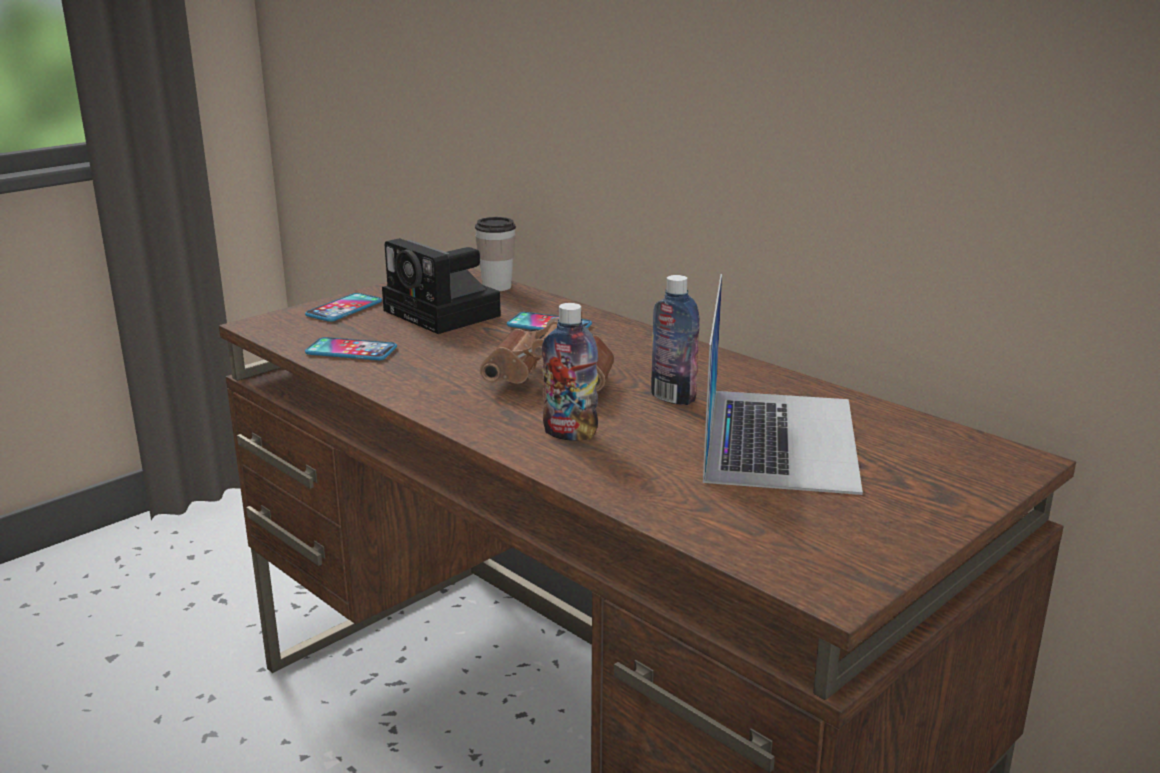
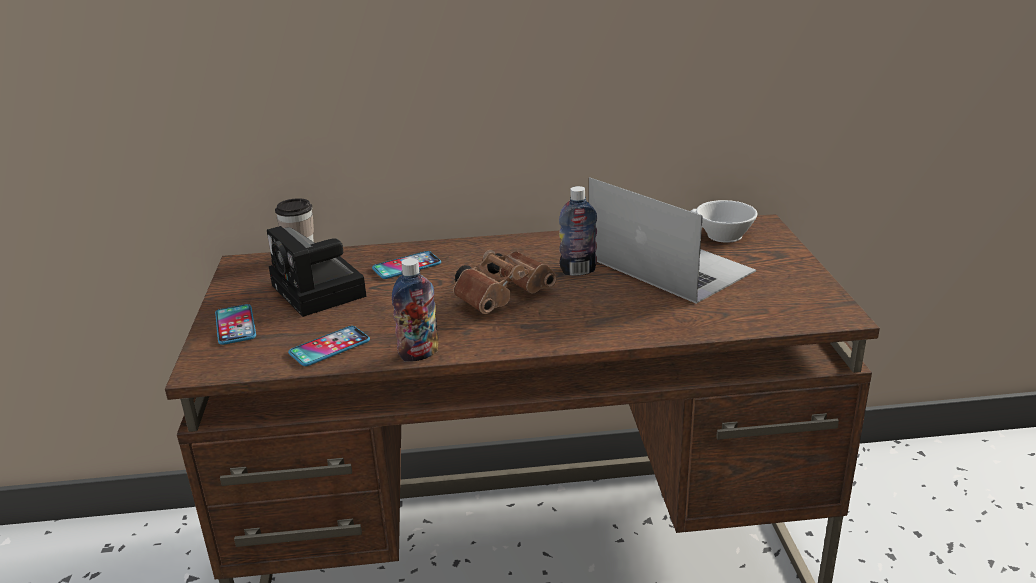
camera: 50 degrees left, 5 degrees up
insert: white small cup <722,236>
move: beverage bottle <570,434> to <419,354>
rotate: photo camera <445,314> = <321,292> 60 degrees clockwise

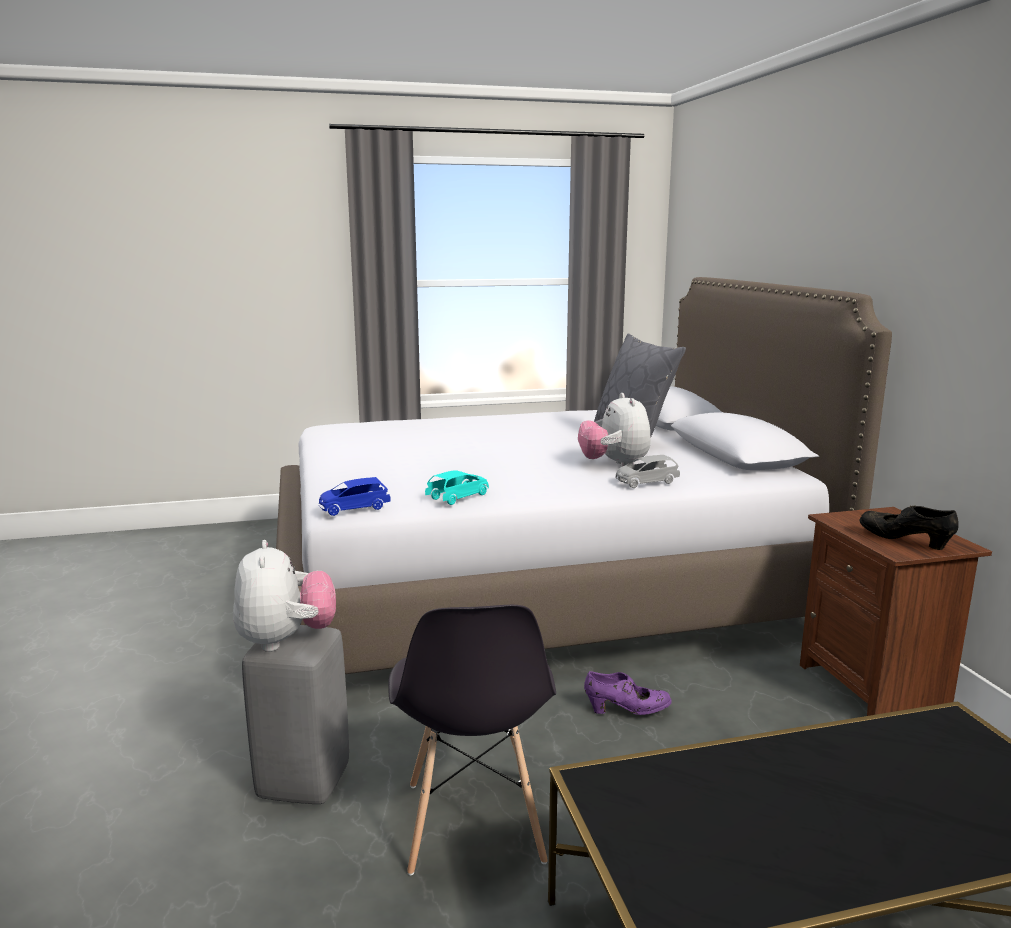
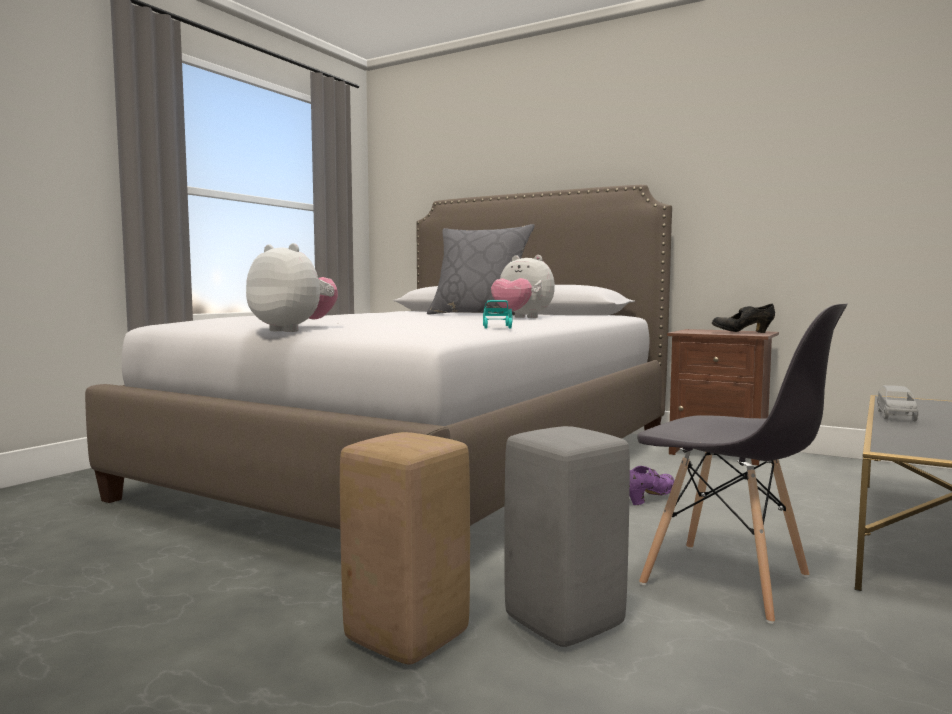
camera: 45 degrees left, 10 degrees down
delete: bluish model car <354,508>
insert: beige stool seat <404,637>
move: gray model car <646,482> to <896,416>; cuddly toy <286,640> to <293,330>

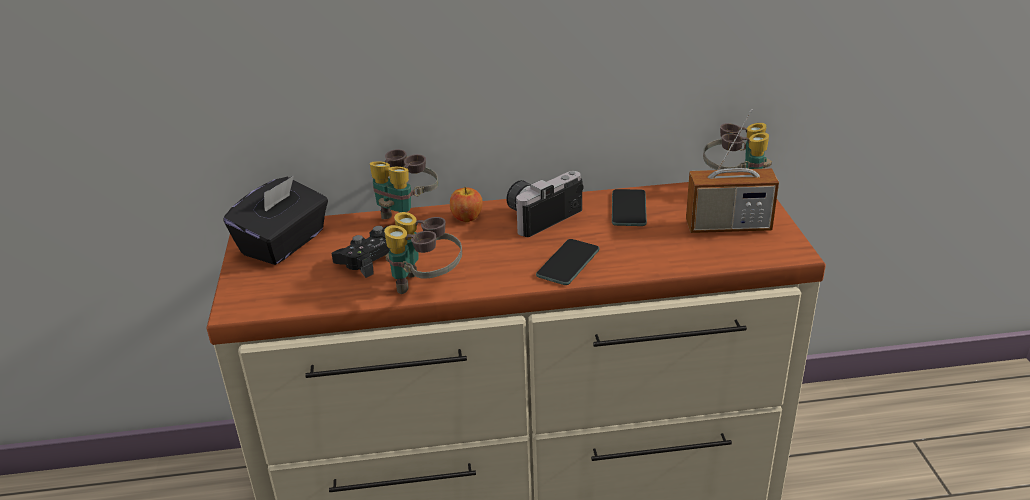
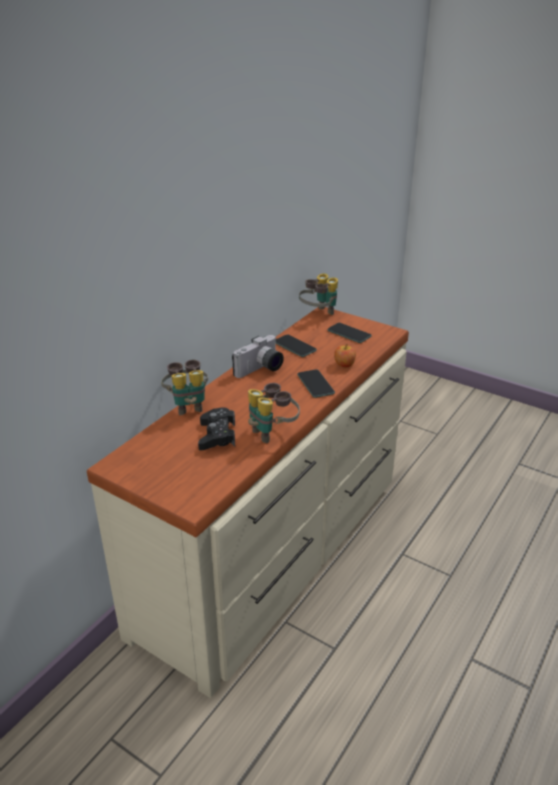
camera: 50 degrees left, 0 degrees up
delete: black box of tissues <284,243>
move: apple fruit <467,217> to <344,364>
replace: radio set <728,226> to telephone <349,333>
rotate: photo camera <541,215> = <261,370> 135 degrees counterclockwise

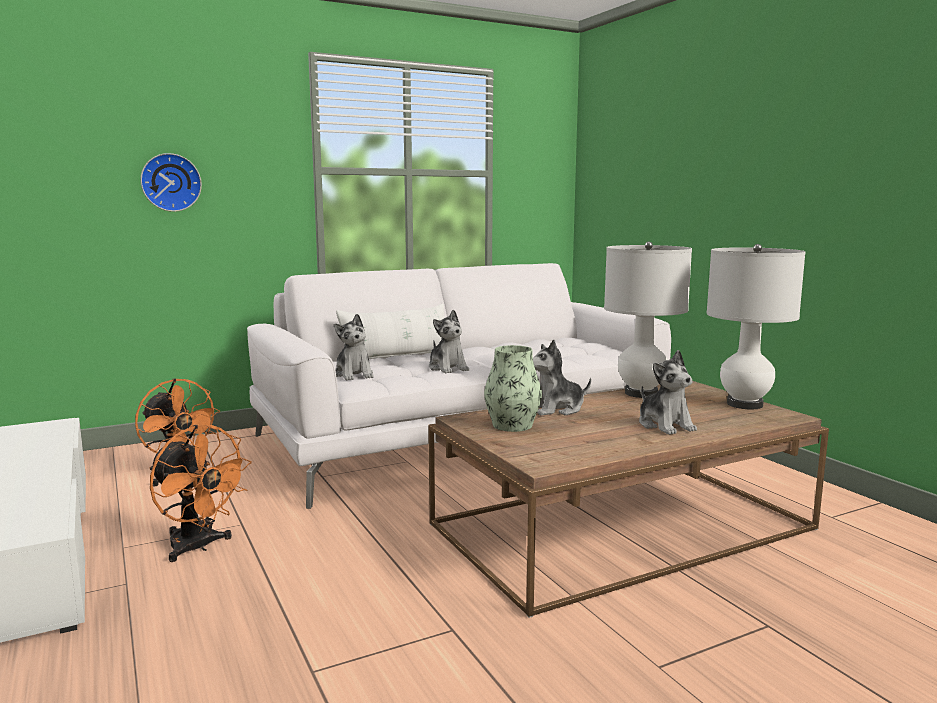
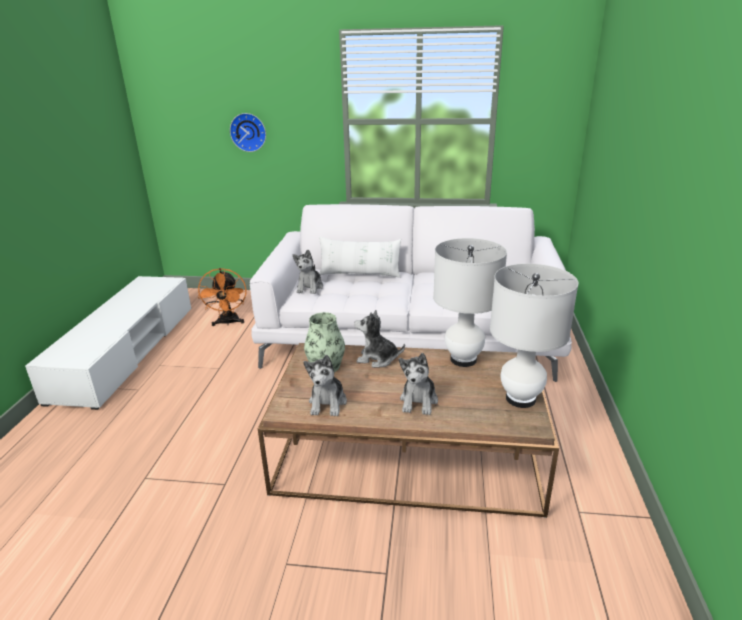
camera: 35 degrees right, 15 degrees up
delete: orangey cooling fan <198,547>
move: cuddly toy <448,368> to <328,403>

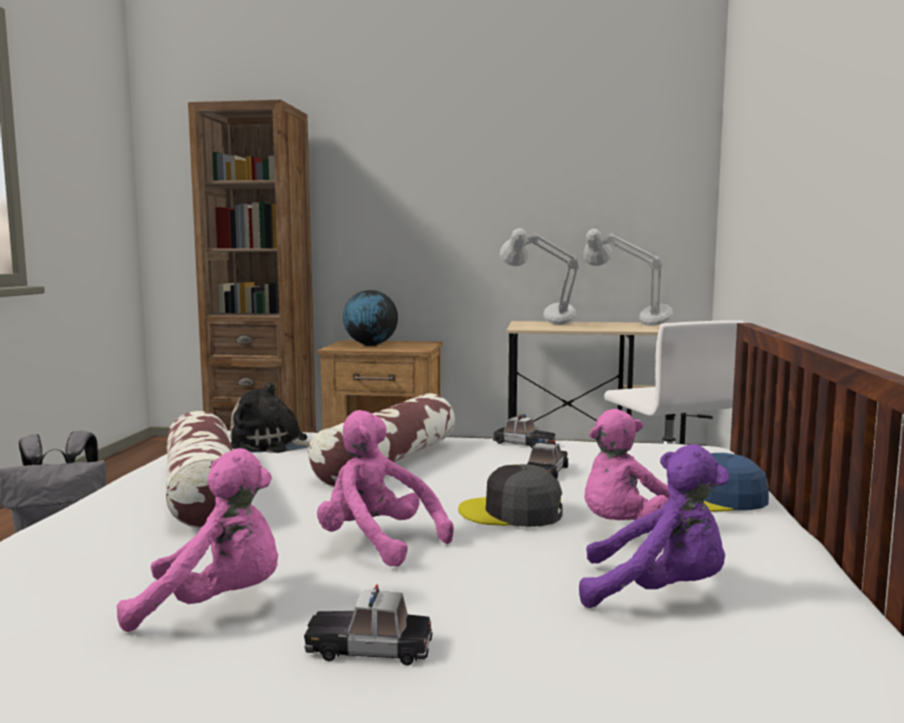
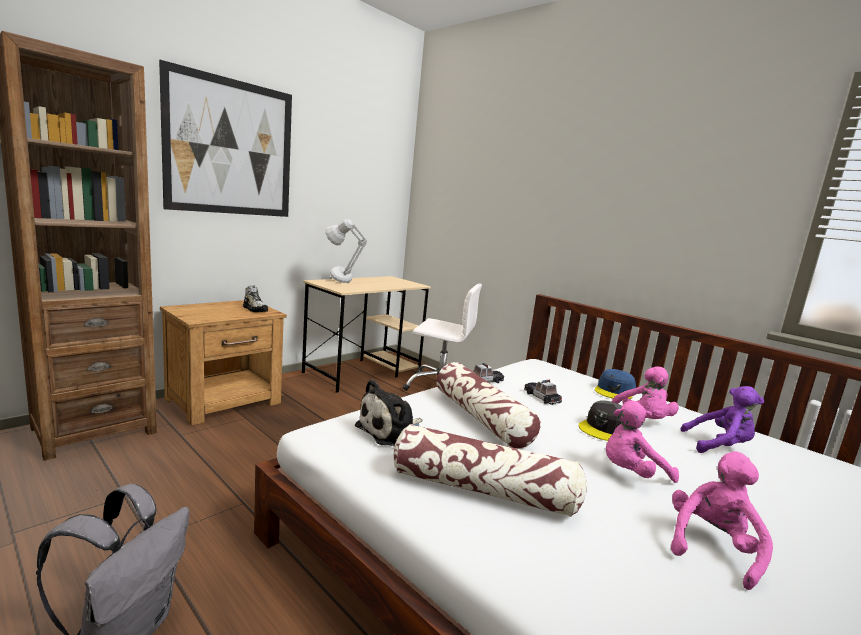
camera: 55 degrees left, 5 degrees up
delete: gray tabletop lamp <629,325>; globe <370,345>; model car <370,646>
insert: picture <231,148>; low shoe <255,309>
rotate: purple-coloured cuddly toy <658,593> = <719,446> 45 degrees clockwise

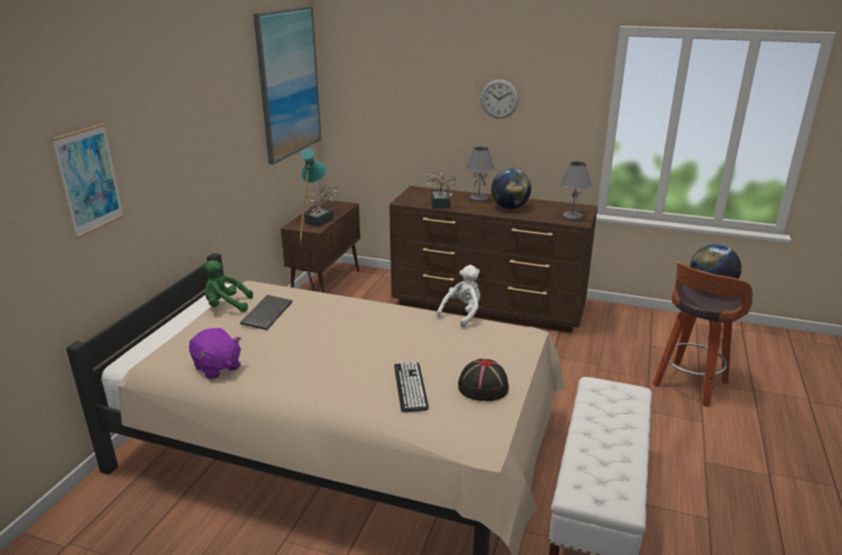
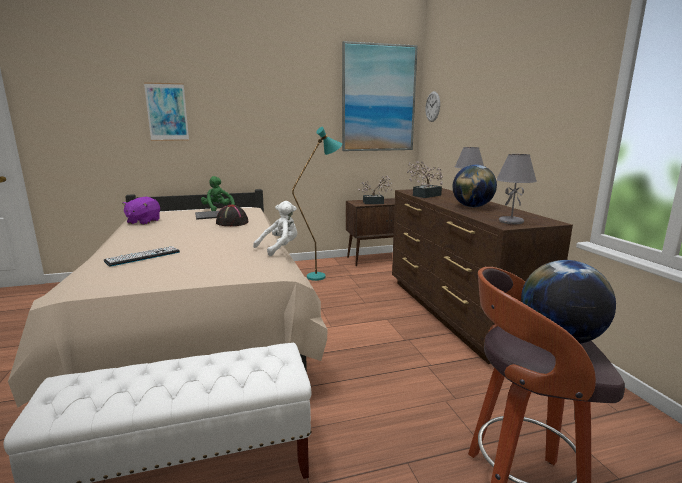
camera: 55 degrees right, 10 degrees down
move: wall clock <499,99> to <432,106>; black wearable hat <482,387> to <232,223>
rotate: white cuddly toy <462,314> = <280,248> 45 degrees counterclockwise

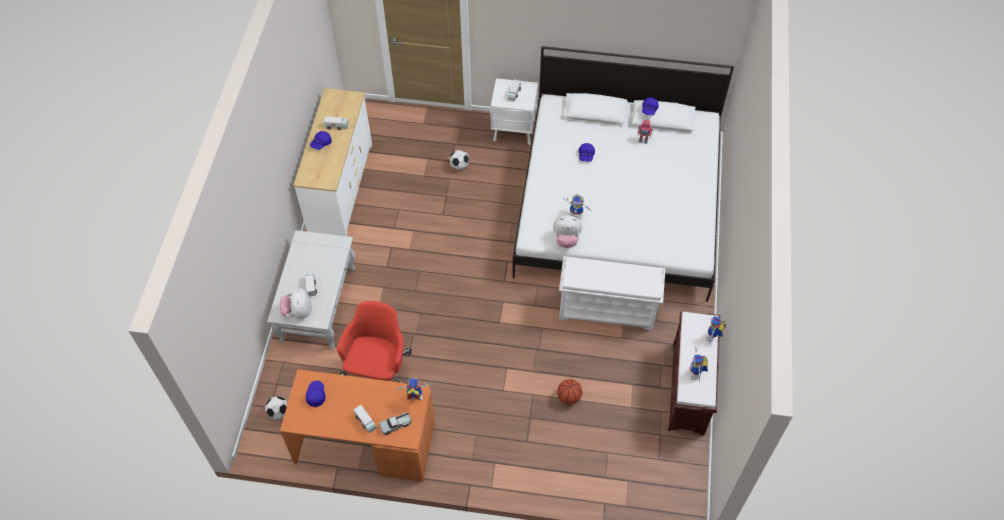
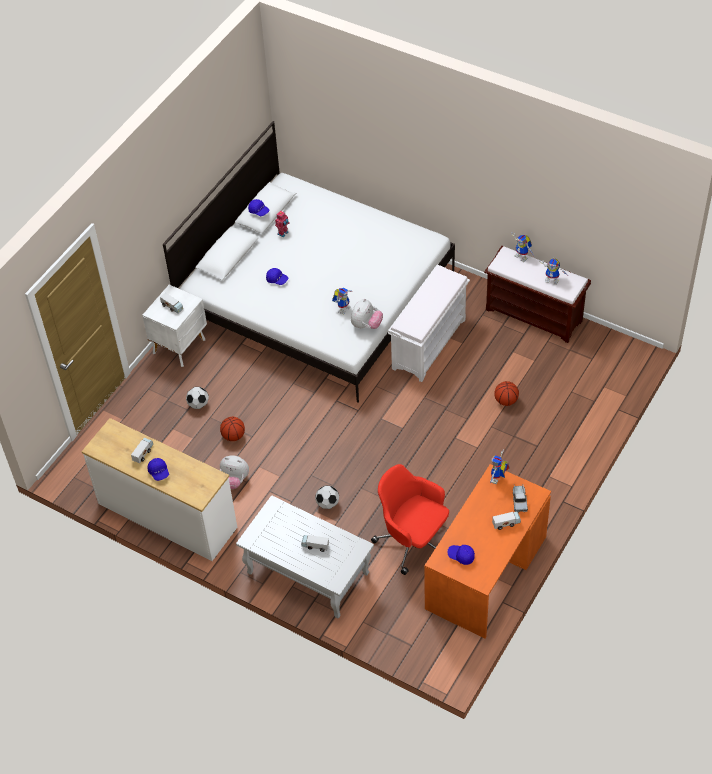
camera: 65 degrees left, 5 degrees down
insert: basketball ball <233,436>
move: cuddly toy <298,312> to <234,480>; football ball <279,413> to <327,503>

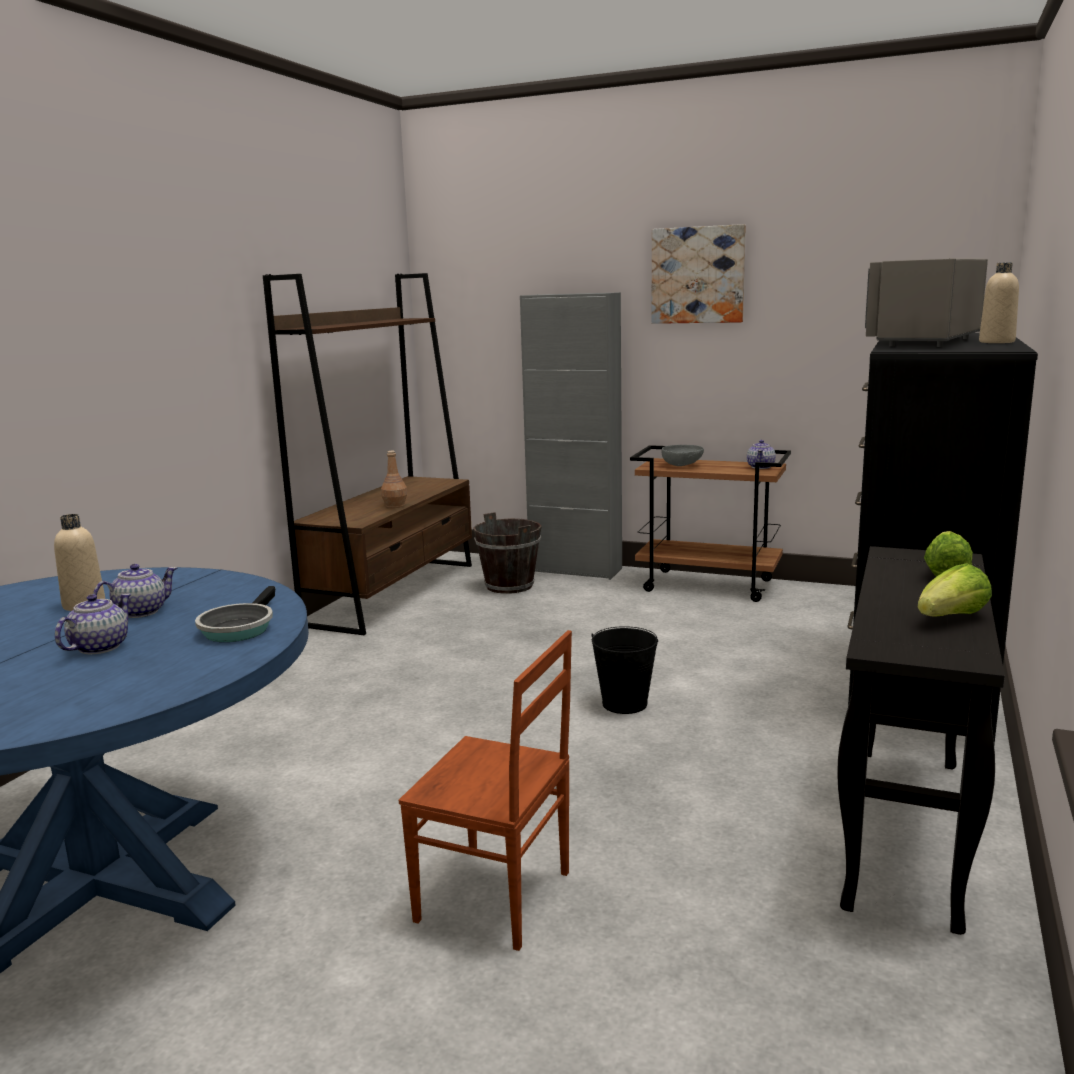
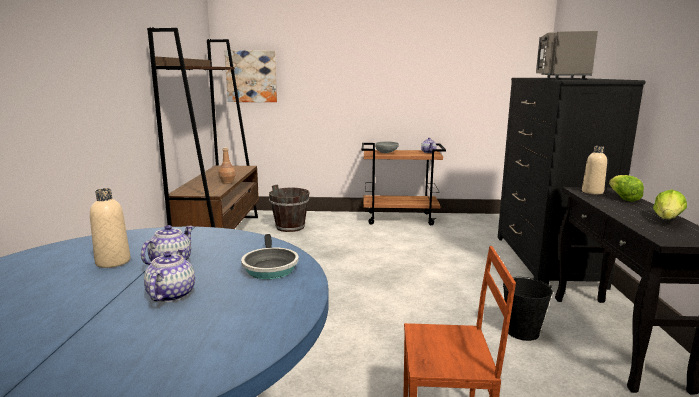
camera: 20 degrees left, 0 degrees up
delete: gray cupboard <575,570>
move: picture <698,275> to <251,76>; beige beverage bottle <996,342> to <592,192>; black bucket <624,704> to <522,332>

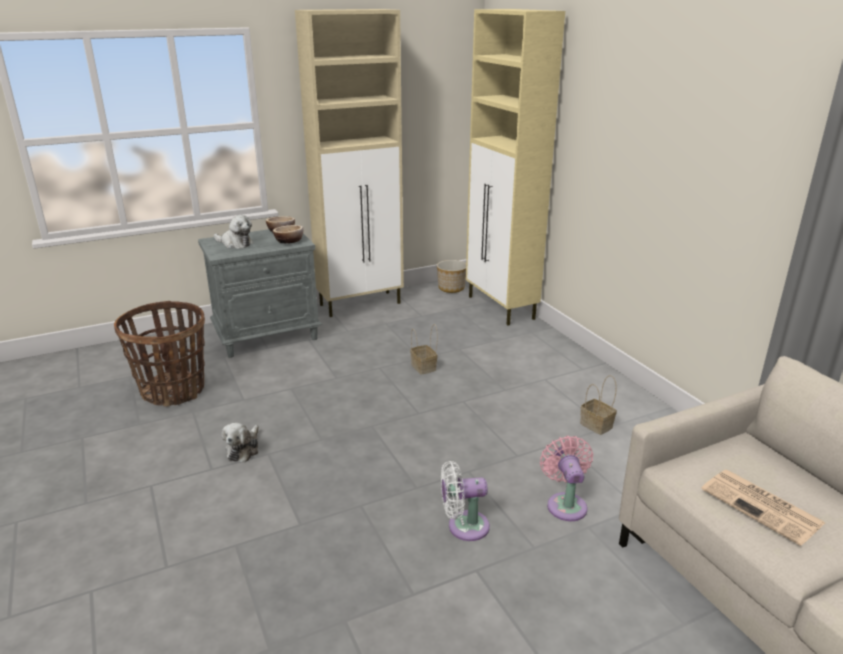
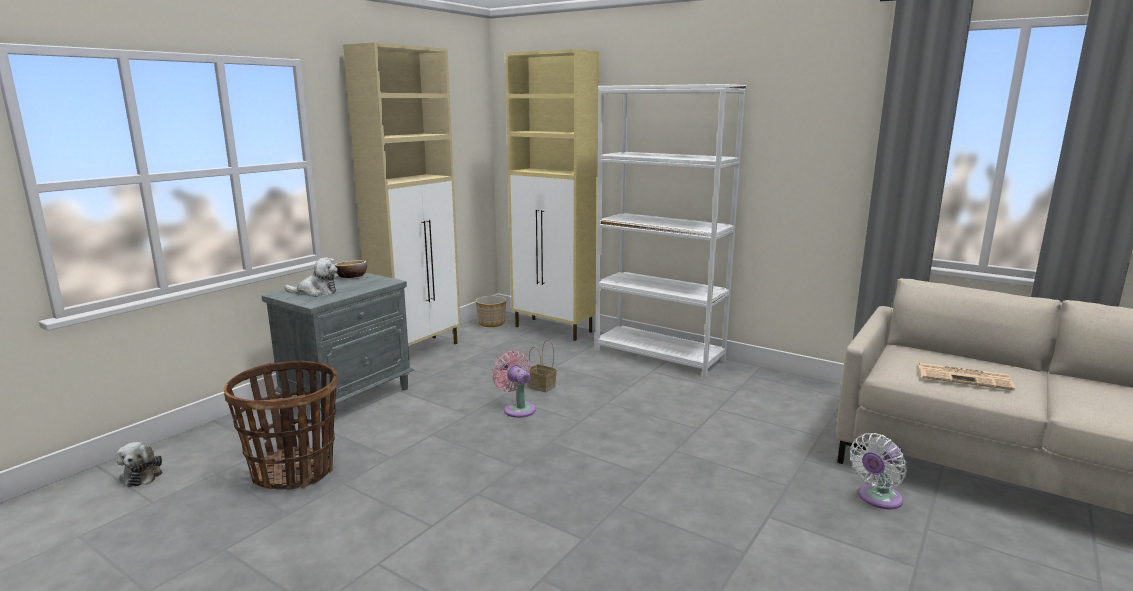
camera: 30 degrees left, 10 degrees down
delete: bowl <289,241>; storage basket <597,425>
insert: white bookcase <659,356>
move: cuddly toy <244,449> to <143,474>; pink-coloured cooling fan <565,504> to <517,408>; white cooling fan <464,526> to <877,499>

